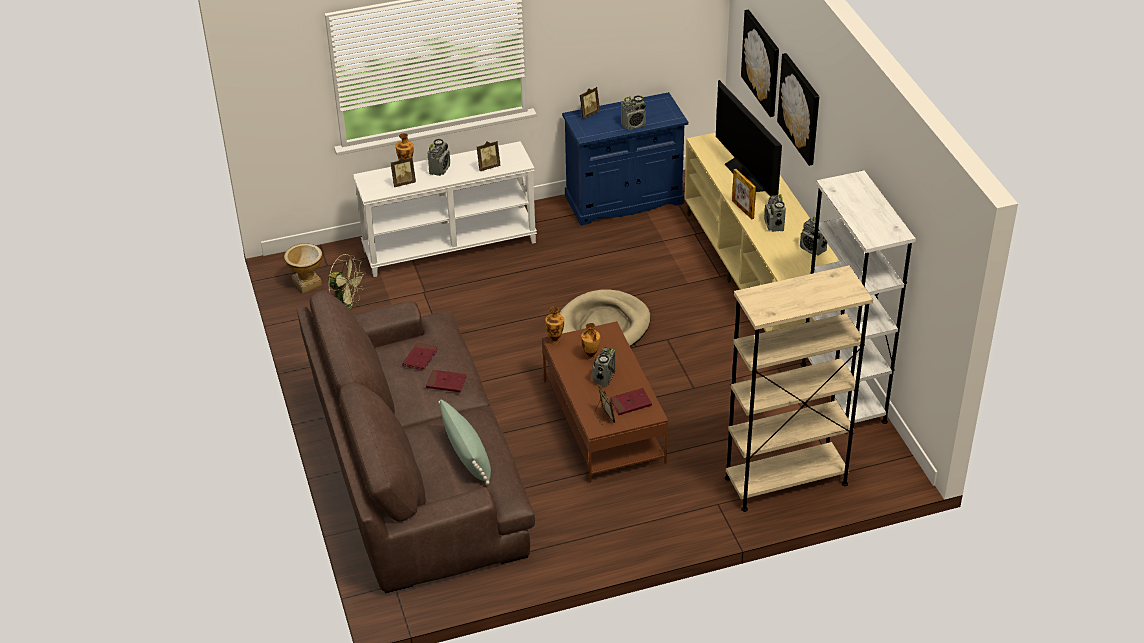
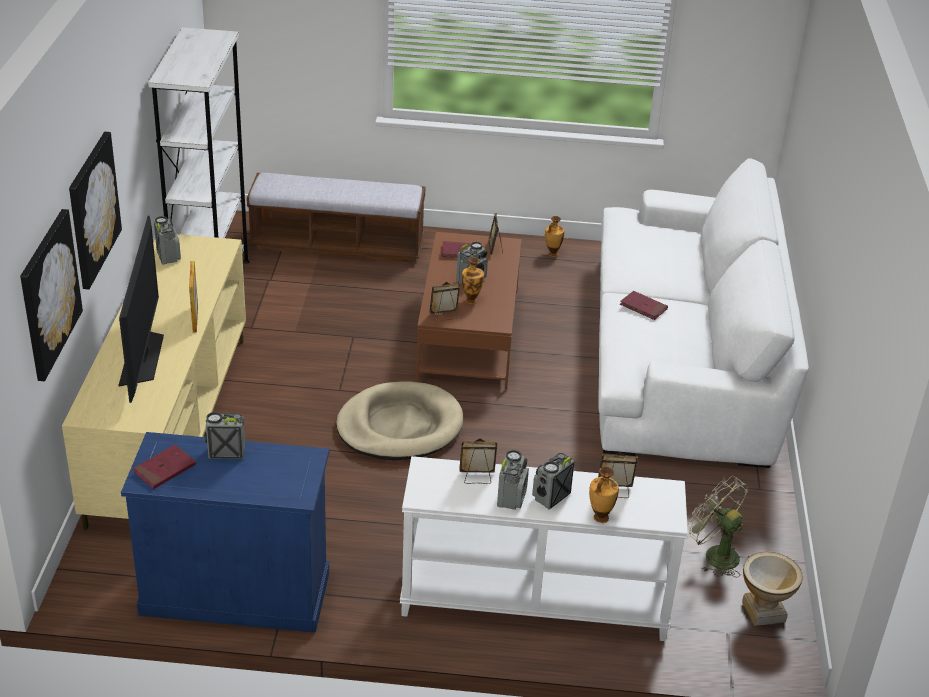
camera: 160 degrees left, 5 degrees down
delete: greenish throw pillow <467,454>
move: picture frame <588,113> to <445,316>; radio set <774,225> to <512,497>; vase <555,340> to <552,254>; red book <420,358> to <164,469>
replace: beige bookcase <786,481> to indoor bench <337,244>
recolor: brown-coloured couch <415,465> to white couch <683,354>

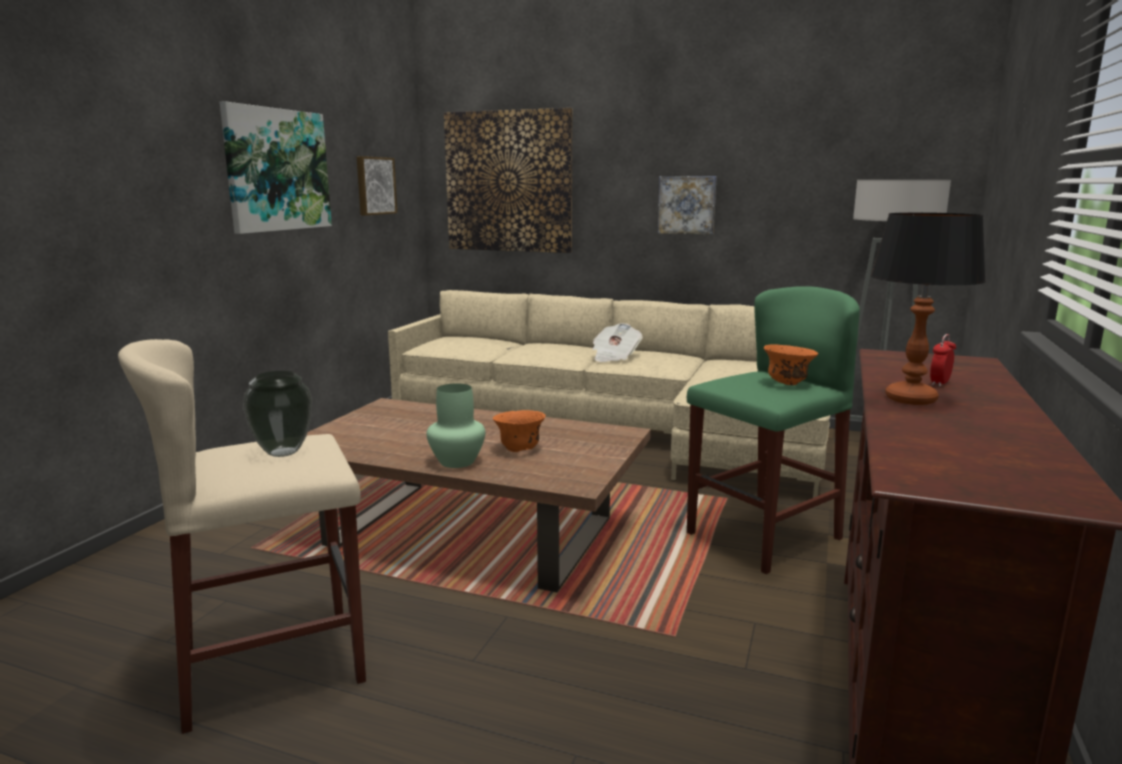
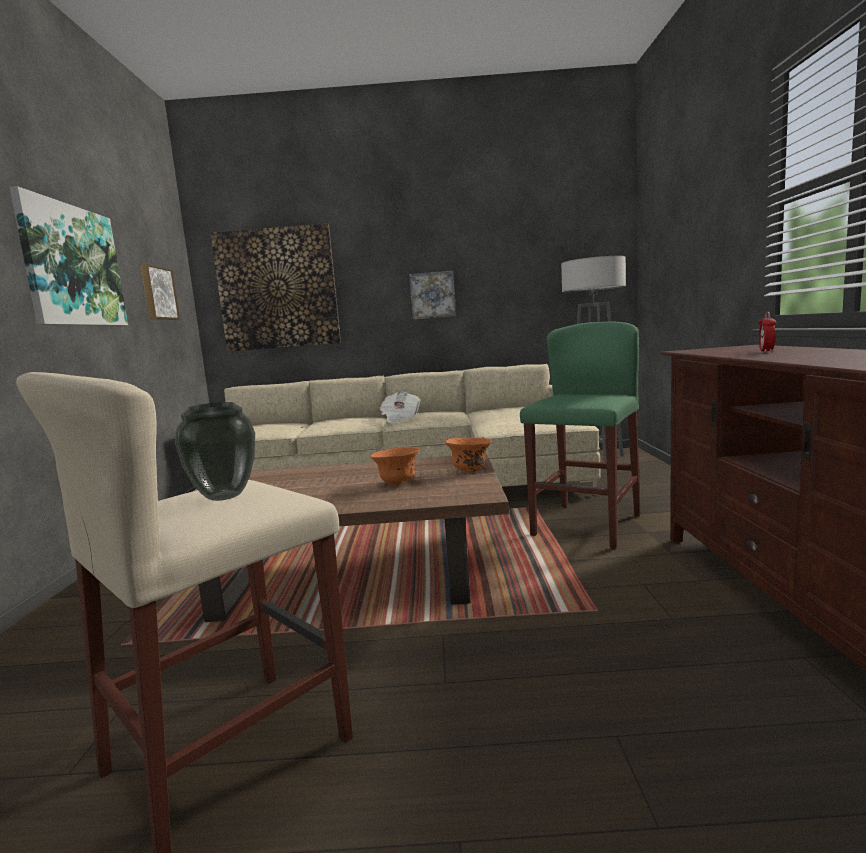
camera: 20 degrees left, 5 degrees down
delete: tabletop lamp <911,399>; greenish vase <457,461>
move: orangey bowl <787,383> to <469,470>

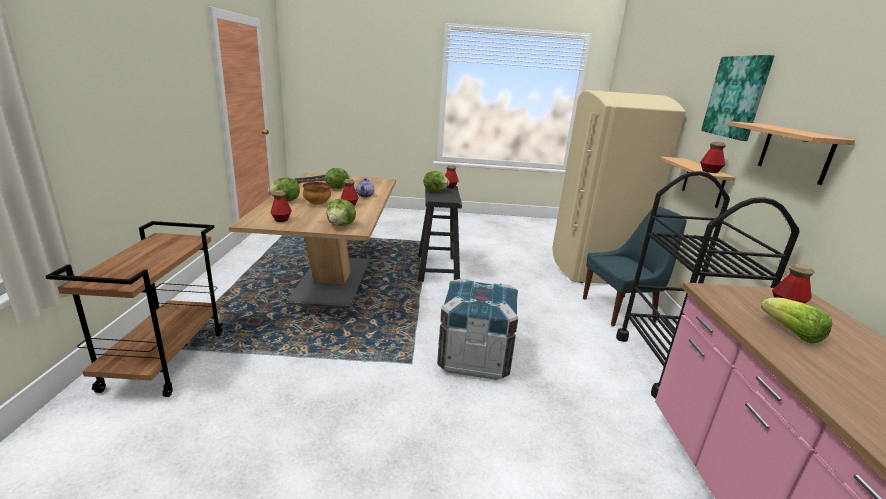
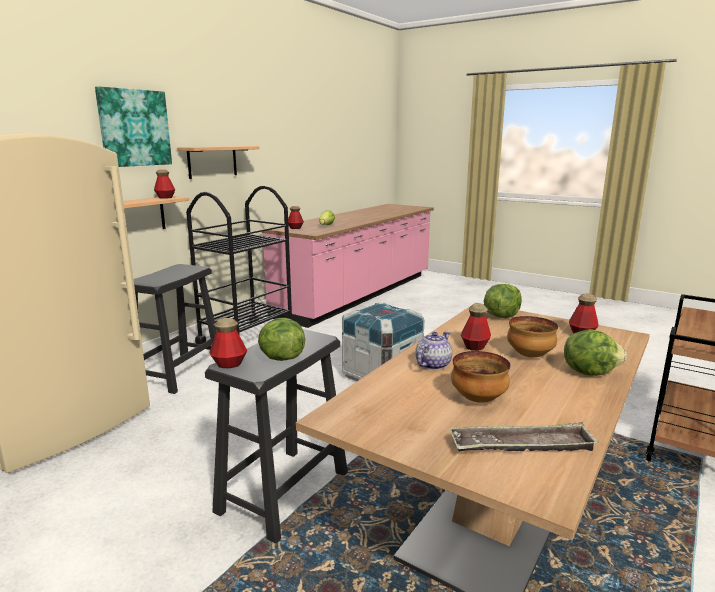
camera: 145 degrees left, 5 degrees down
replace: head of lettuce <337,188> to bowl <479,399>; bluish chair <620,310> to black stool seat <179,372>

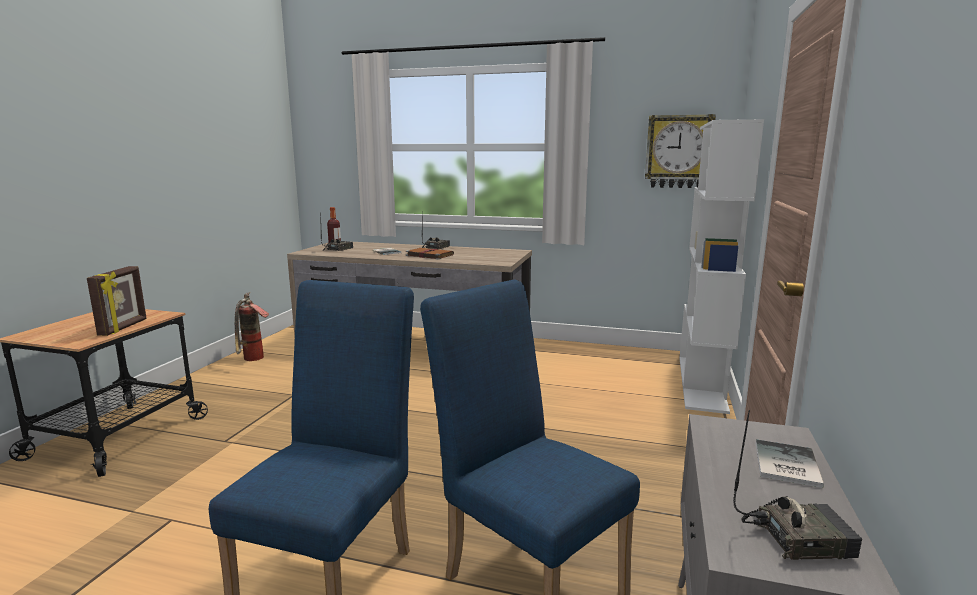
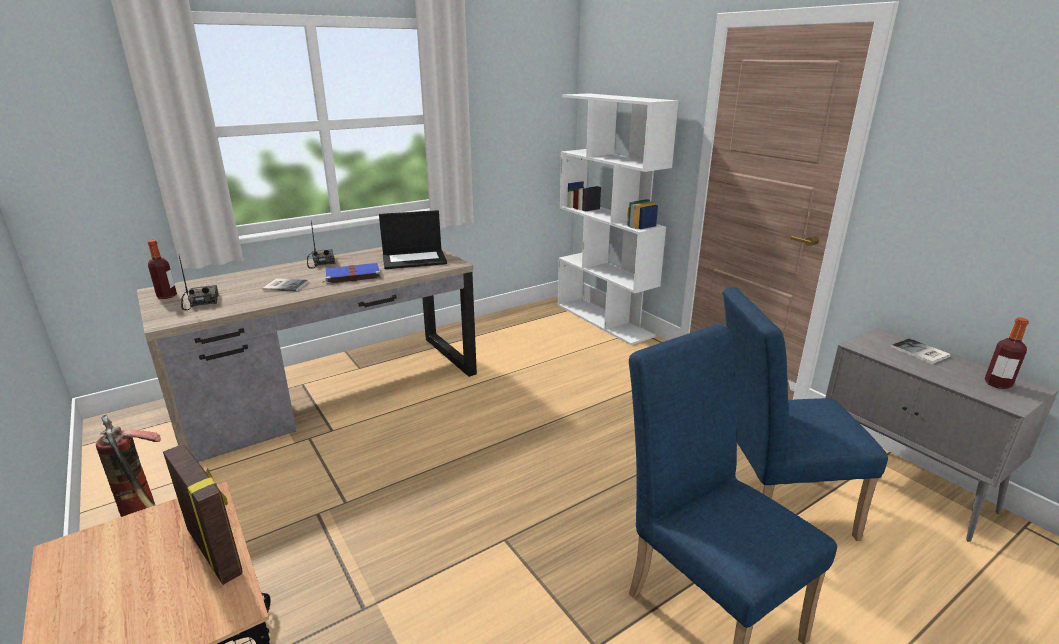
camera: 50 degrees left, 10 degrees up
delete: wall clock <678,151>
insert: notebook computer <415,259>
replace: radio set <797,537> to beverage bottle <997,384>
recolor: brown-coloured book <428,255> to bluish book <352,275>

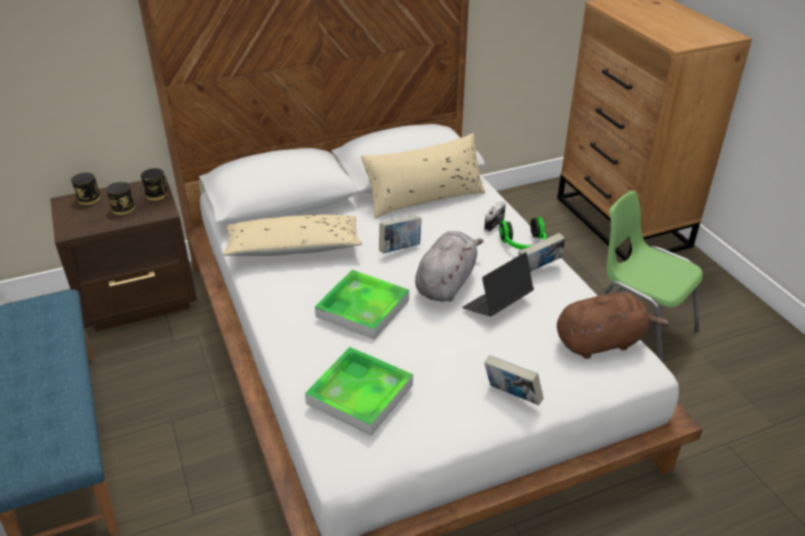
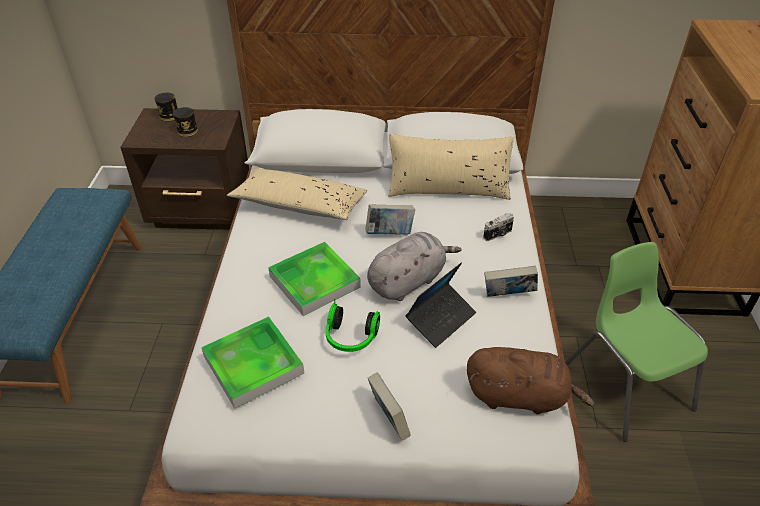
camera: 25 degrees right, 5 degrees up
delete: can <156,195>
move: headset <523,244> to <350,338>
rotate: notebook computer <497,304> = <441,319> 150 degrees clockwise

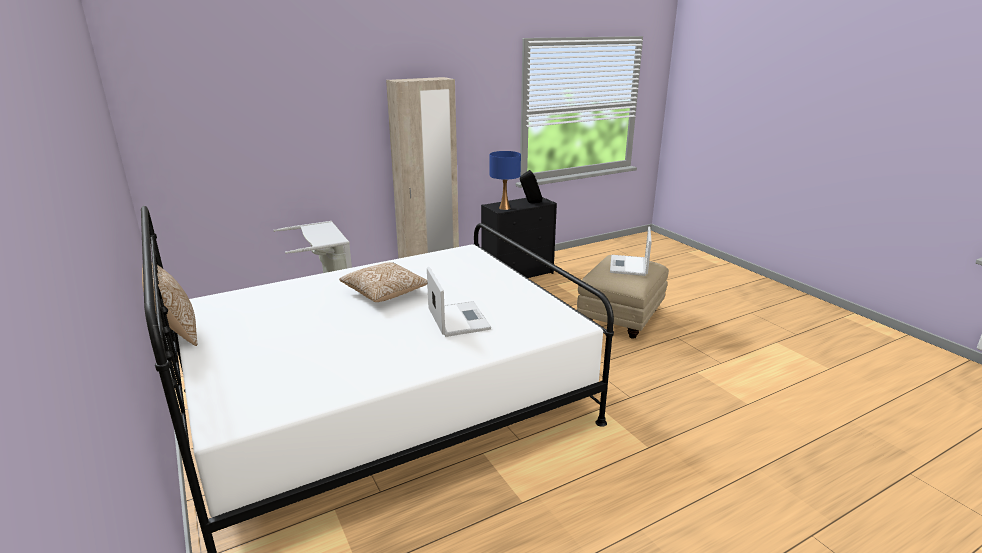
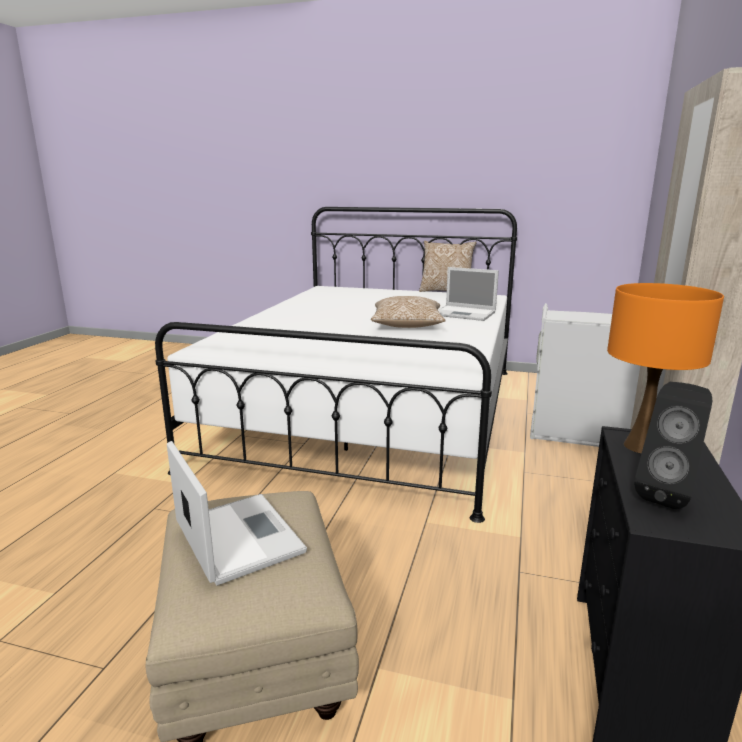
camera: 135 degrees right, 5 degrees down
move: notebook computer <458,319> to <465,314>
recolor: bluish tabletop lamp <504,208> to orangey tabletop lamp <642,446>

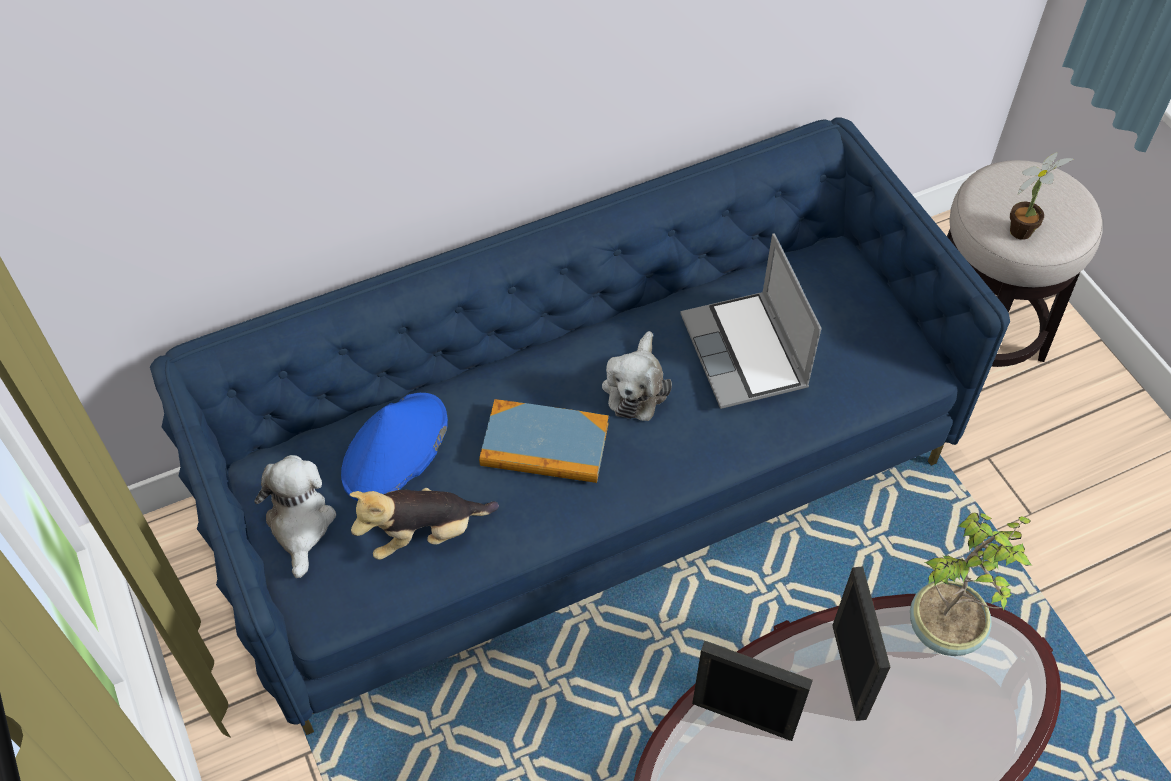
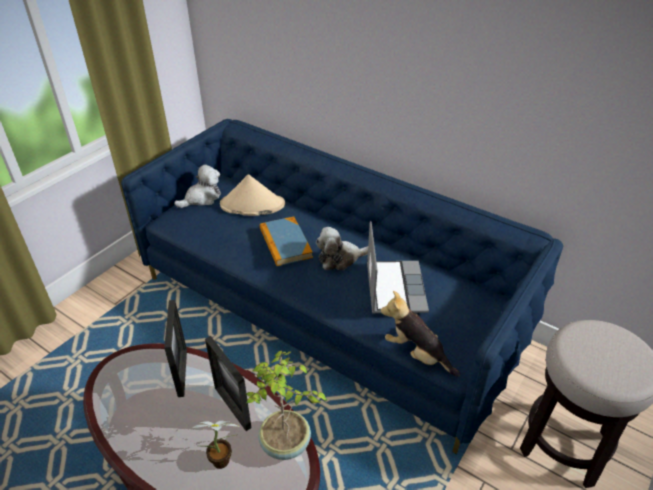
camera: 60 degrees right, 15 degrees down
move: plant in a pot <1023,229> to <224,462>; cuddly toy <425,534> to <416,354>
recolor: bluish wearable hat <395,449> to beige wearable hat <252,205>
rotate: notebook computer <746,353> = <394,287> 135 degrees clockwise; picture frame <849,671> = <232,407> 90 degrees clockwise

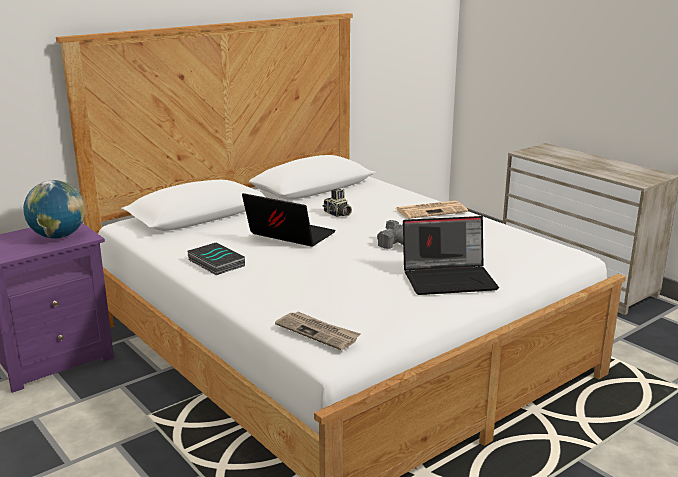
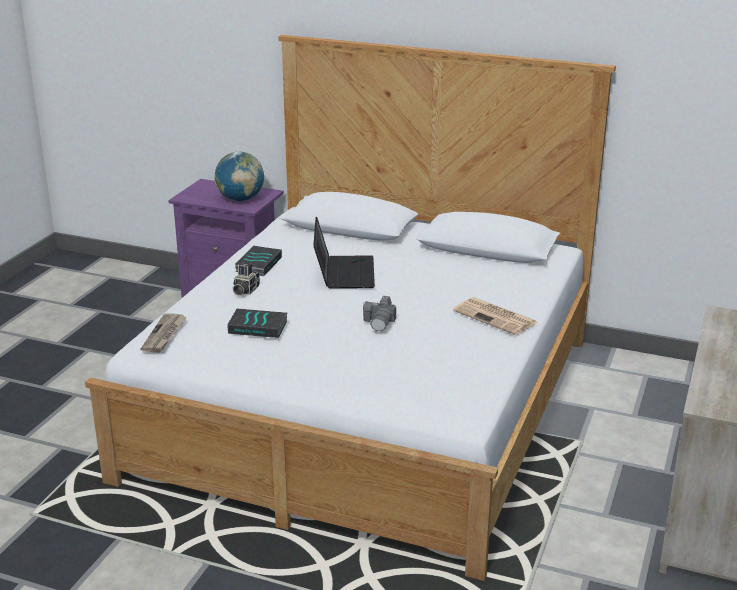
camera: 60 degrees right, 5 degrees up
delete: notebook computer <449,278>
insert: book <258,327>
move: photo camera <337,214> to <245,290>

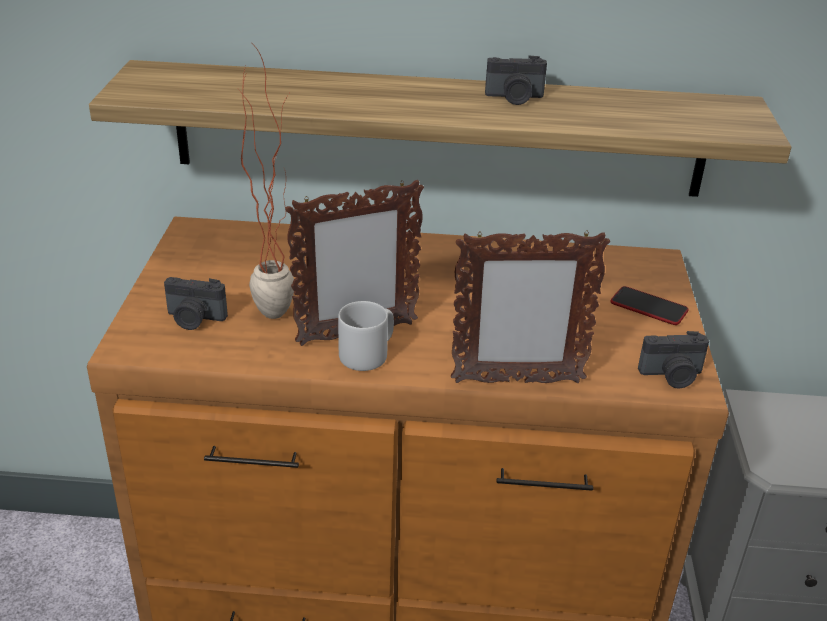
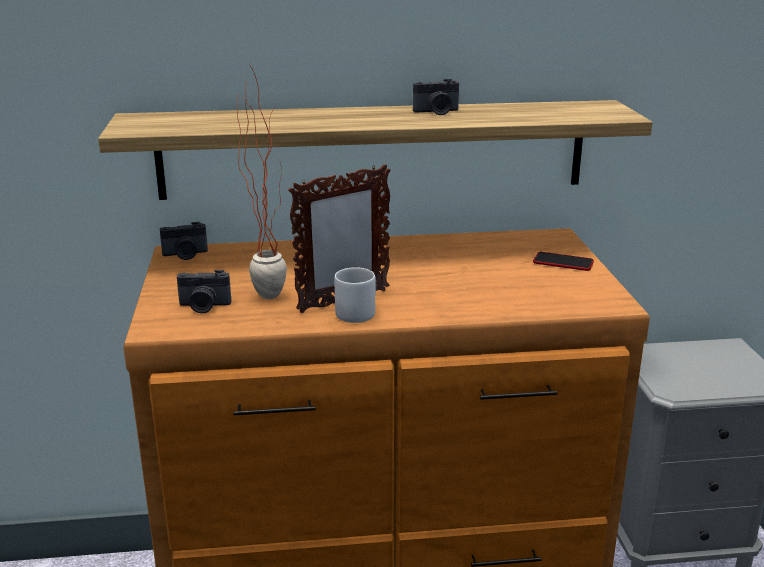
camera: 10 degrees left, 10 degrees down
delete: picture frame <516,381>
move: photo camera <672,376> to <185,255>

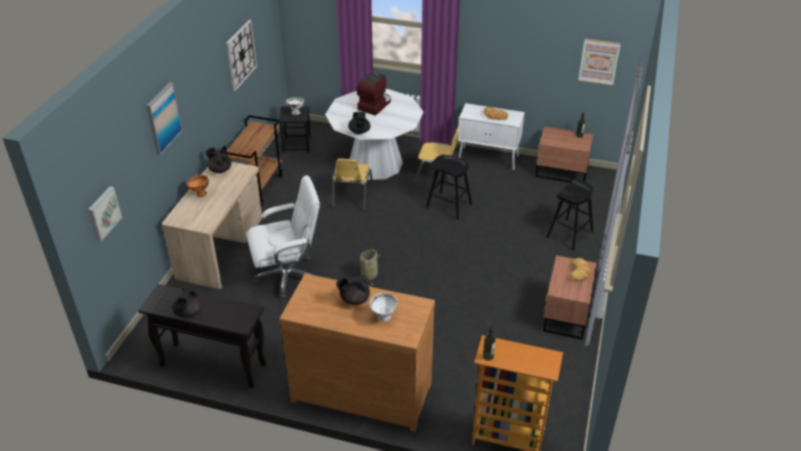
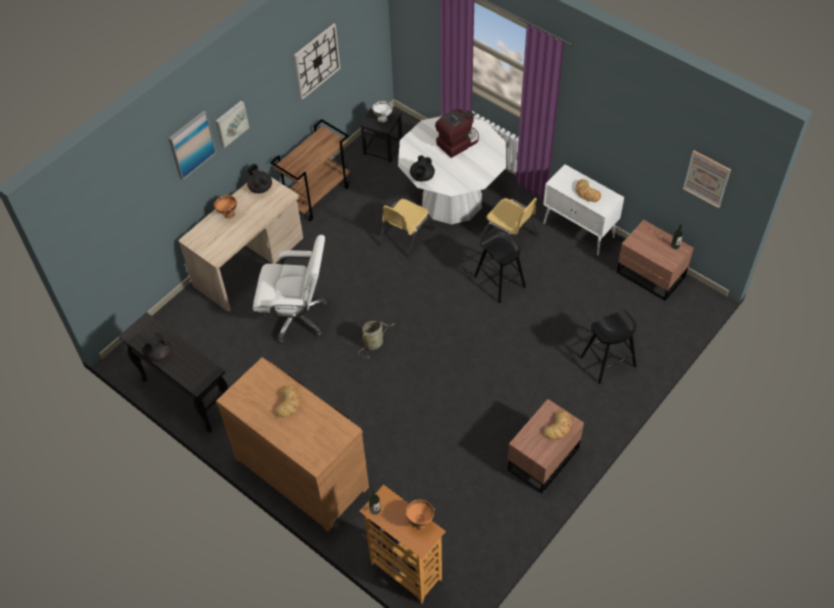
camera: 25 degrees right, 15 degrees up
delete: white bowl <384,318>
insert: orangey bowl <419,521>
move: picture <103,213> to <231,123>
replace: black tea pot <354,299> to bread <290,403>

